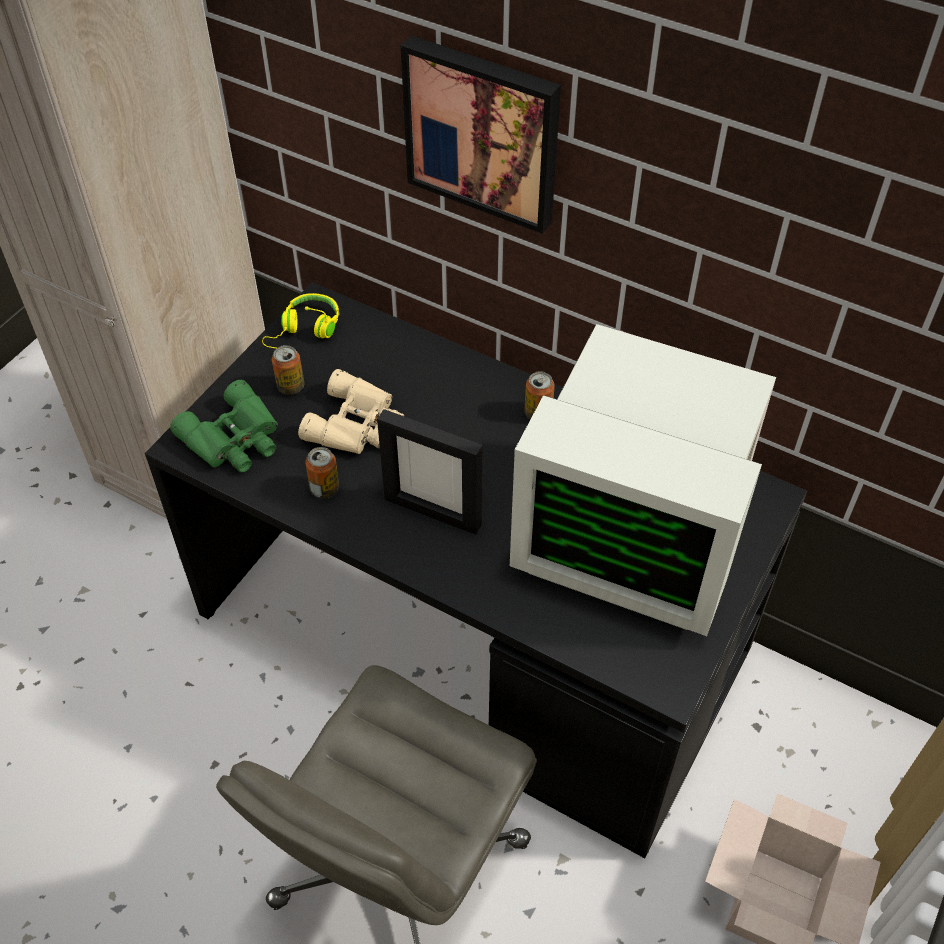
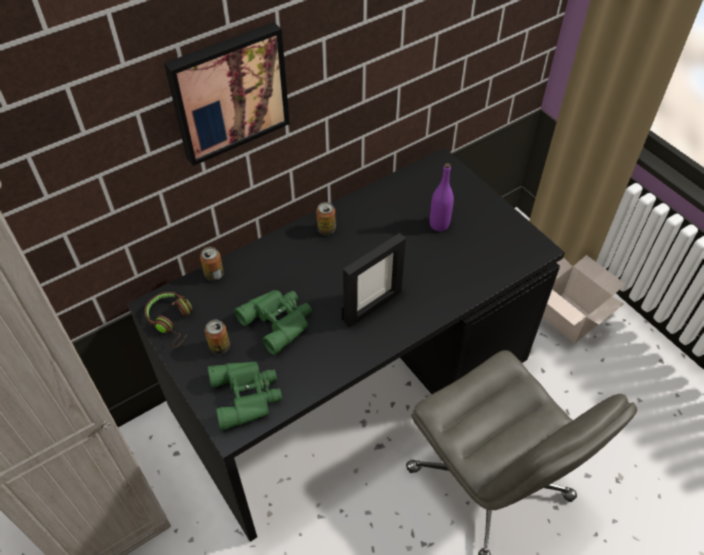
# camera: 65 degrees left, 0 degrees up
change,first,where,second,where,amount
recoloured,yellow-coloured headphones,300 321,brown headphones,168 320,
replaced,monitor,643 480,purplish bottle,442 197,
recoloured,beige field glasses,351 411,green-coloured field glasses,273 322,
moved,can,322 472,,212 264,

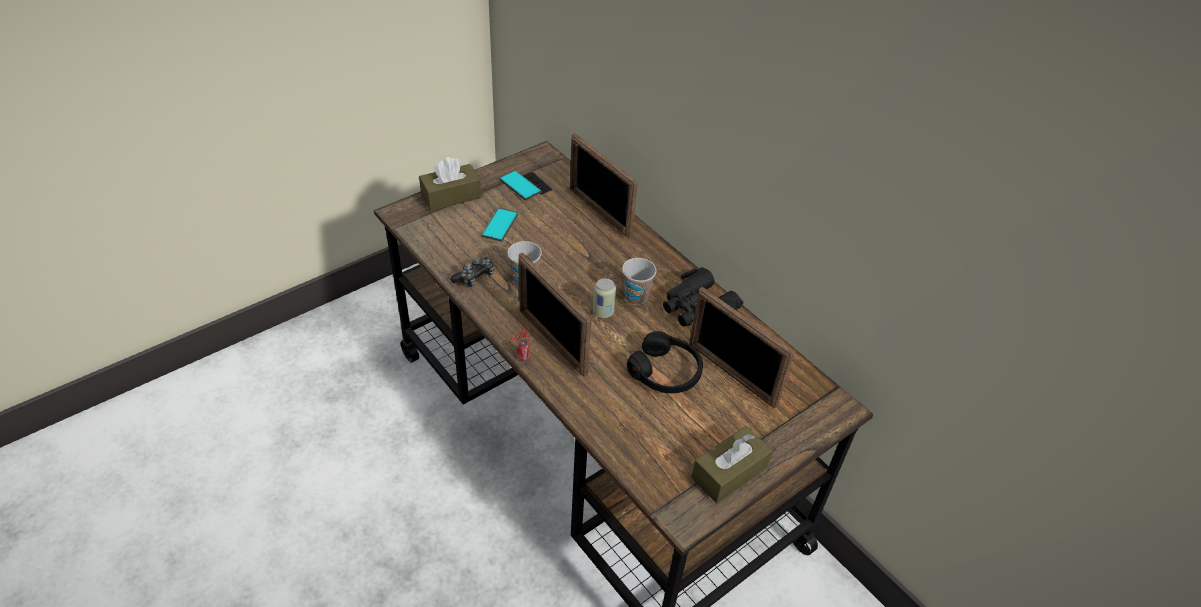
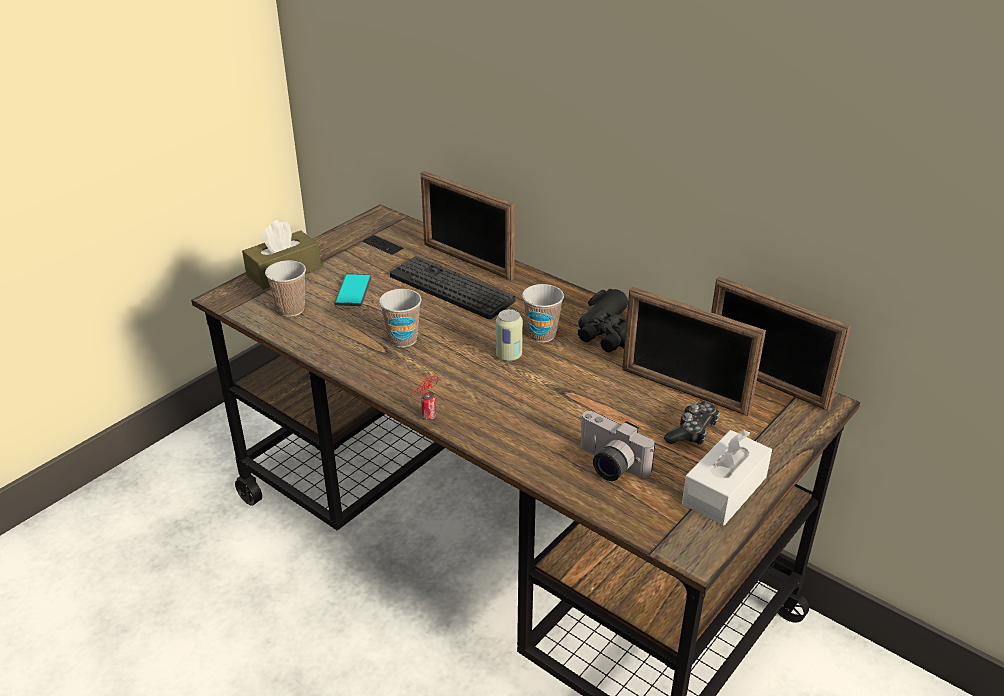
# camera: 10 degrees left, 10 degrees down
change,first,where,second,where,amount
removed,phone,520 185,,,
moved,standing frame,554 315,,781 344,
moved,game controller,472 272,,692 423,
removed,blackish headphones,665 362,,,
recoloured,brown tissue box,731 464,white-coloured tissue box,727 477,
added,,,keyboard,452 287,
added,,,small cup,285 288,
added,,,still camera,617 446,

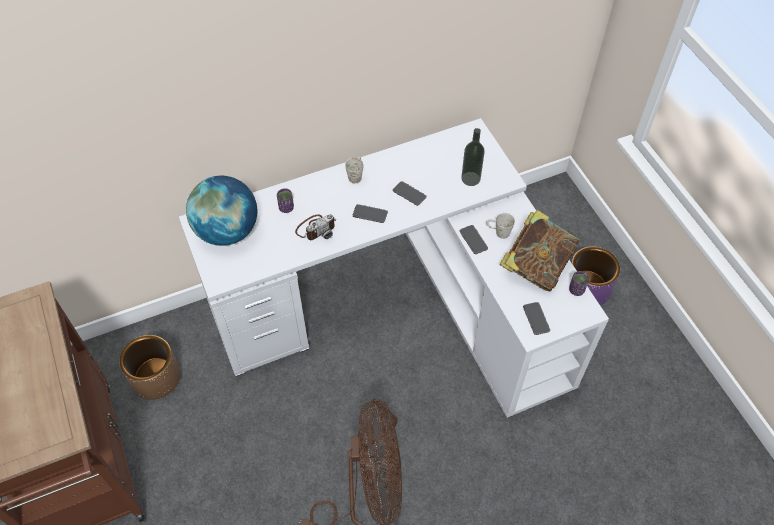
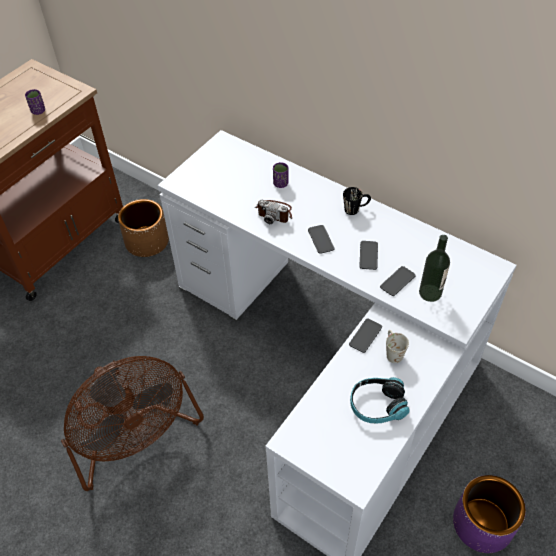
# camera: 60 degrees right, 5 degrees down
change,first,where,second,where,amount
recoloured,white-coloured tea mug,354 170,blackish tea mug,357 201,
removed,desk globe,221 211,,,
replaced,book,539 250,headphones,380 400,
moved,purplish small cup,579 283,,35 102,
moved,phone,536 318,,398 281,

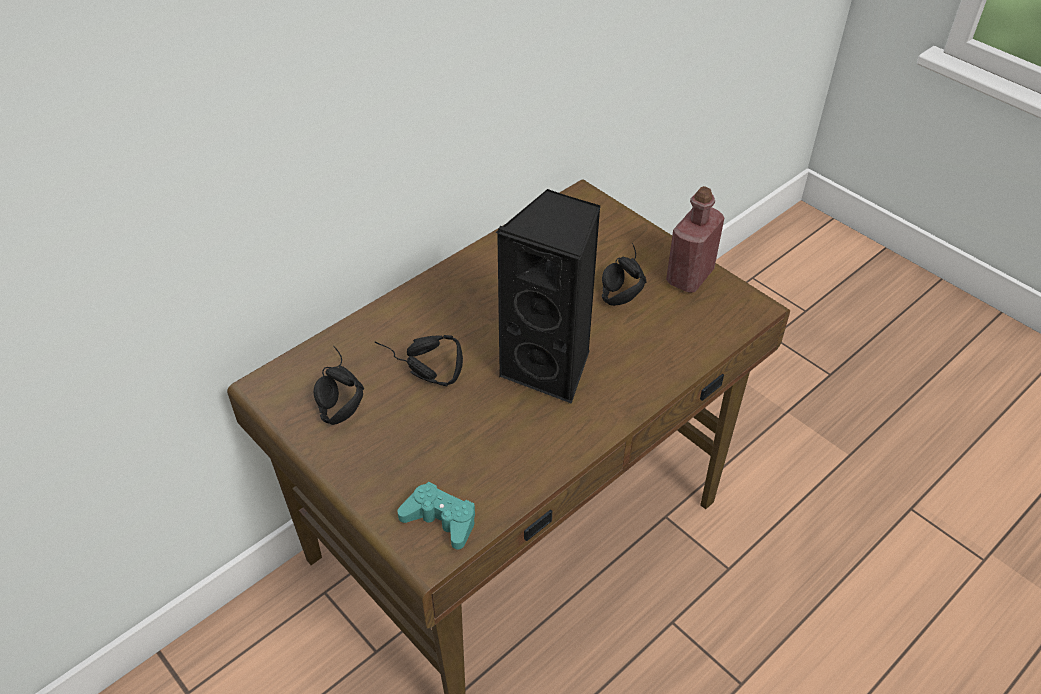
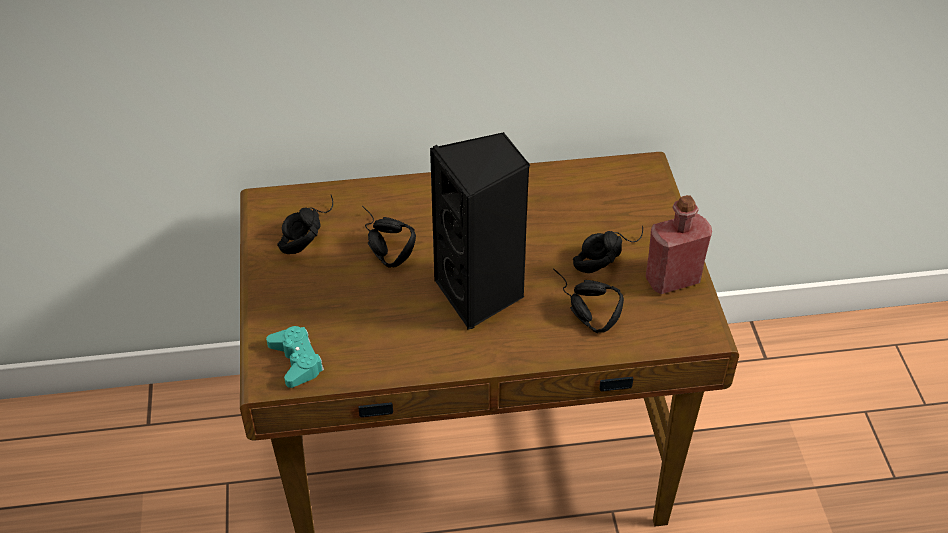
# camera: 35 degrees right, 0 degrees up
change,first,where,second,where,amount
added,,,blackish headphones,588 300,

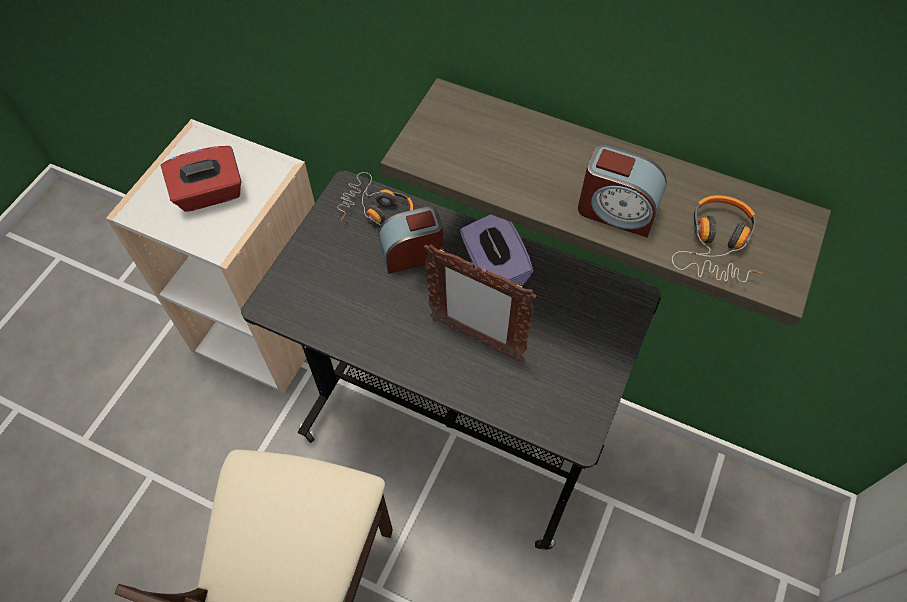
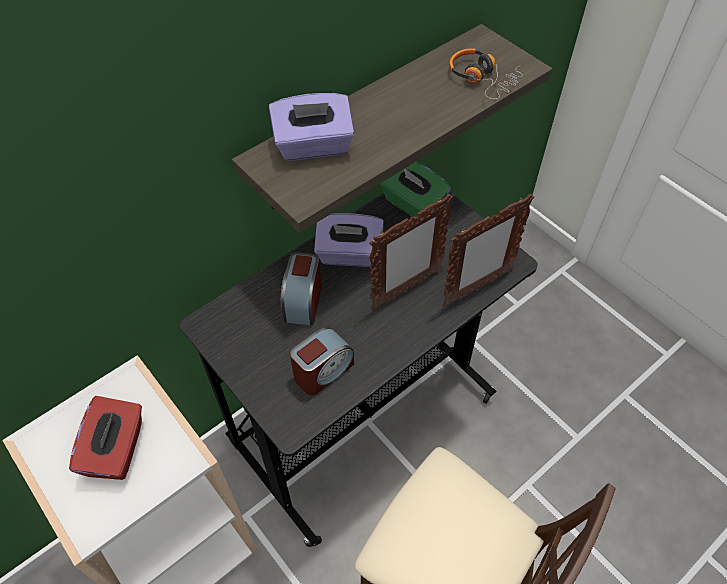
# camera: 65 degrees left, 5 degrees down
change,first,where,second,where,amount
moved,bedside clock,622 190,,322 361,
removed,headphones,375 199,,,
added,,,purplish tissue box,311 127,
added,,,green-coloured tissue box,416 190,
added,,,standing frame,488 250,

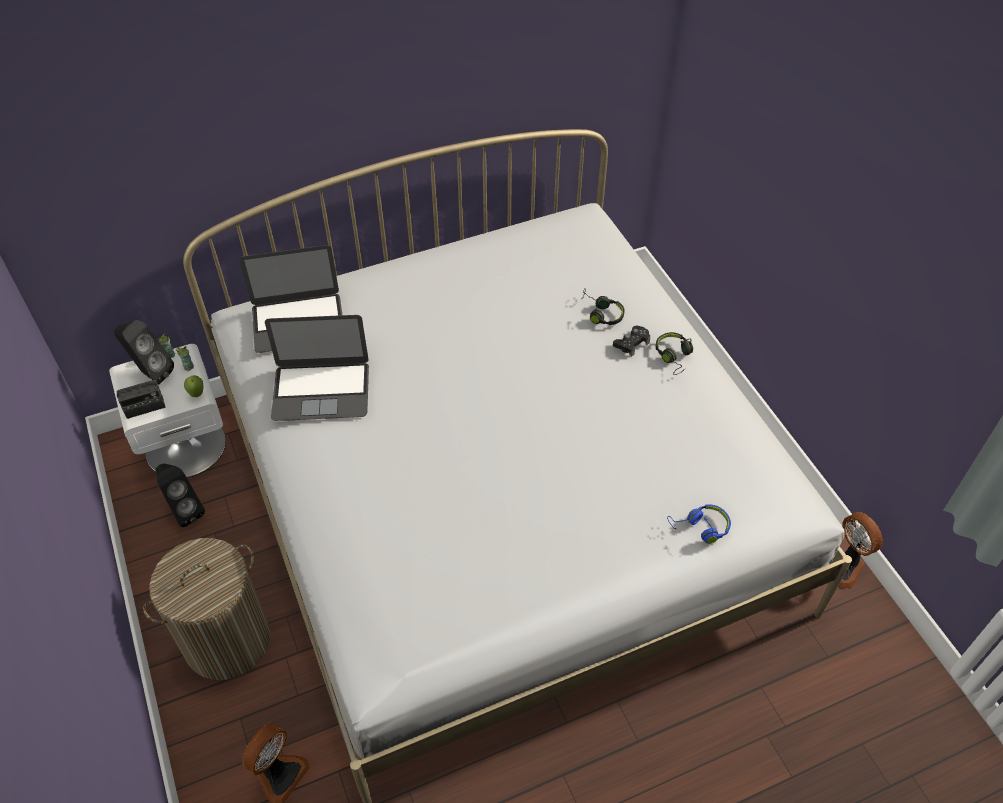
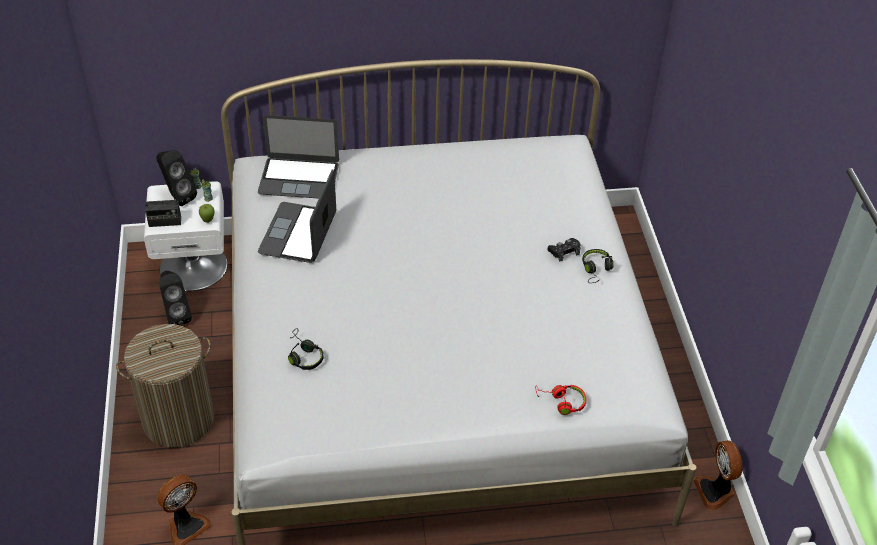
# camera: 15 degrees right, 5 degrees down
change,first,where,second,where,amount
moved,blackish headphones,603 307,,306 349,
turned,notebook computer,317 368,,297 216,90 degrees clockwise
recoloured,blue-coloured headphones,699 524,reddish headphones,560 400,

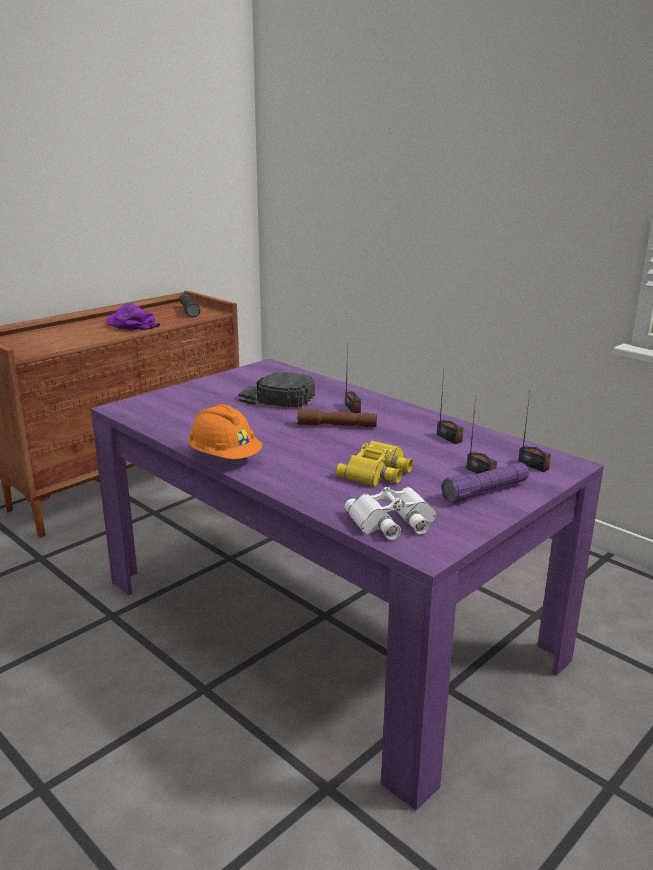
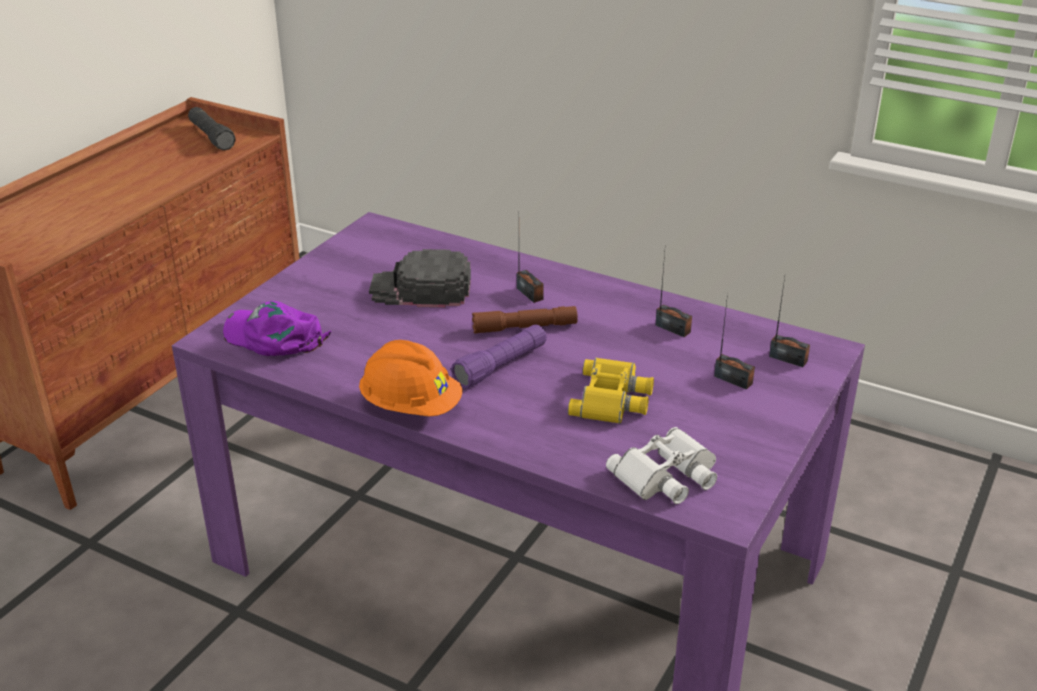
# camera: 15 degrees left, 10 degrees up
change,first,where,second,where,amount
moved,purplish peaked cap,133 316,,277 328,
moved,purplish hand torch,485 482,,499 356,

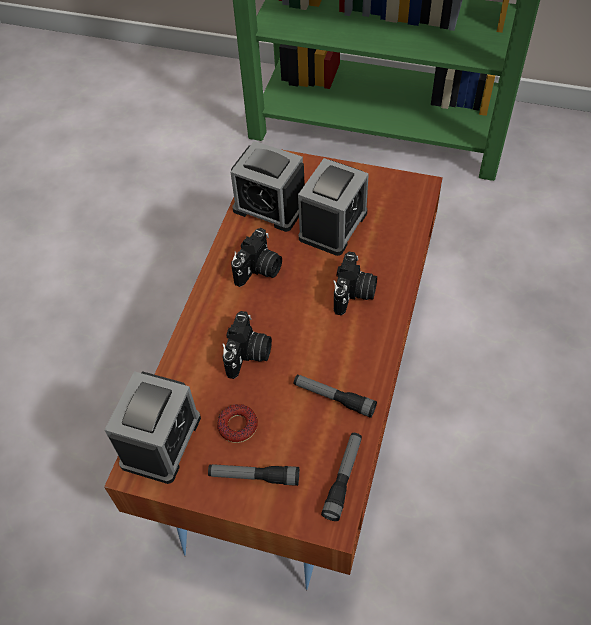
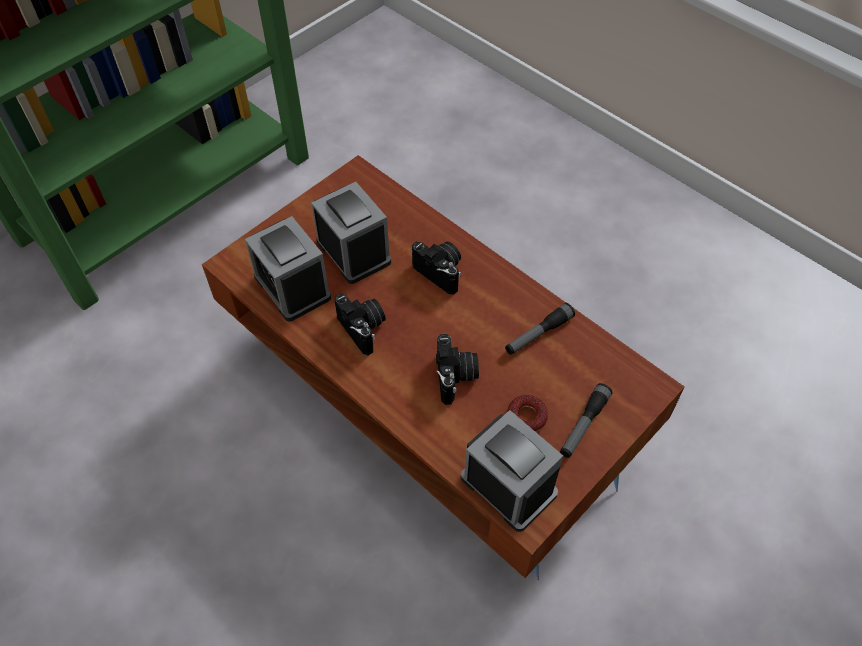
# camera: 65 degrees left, 0 degrees up
change,first,where,second,where,amount
turned,bedside clock,267 186,,288 269,90 degrees clockwise
turned,still camera,247 345,,457 369,45 degrees clockwise
removed,hand torch,341 477,,,

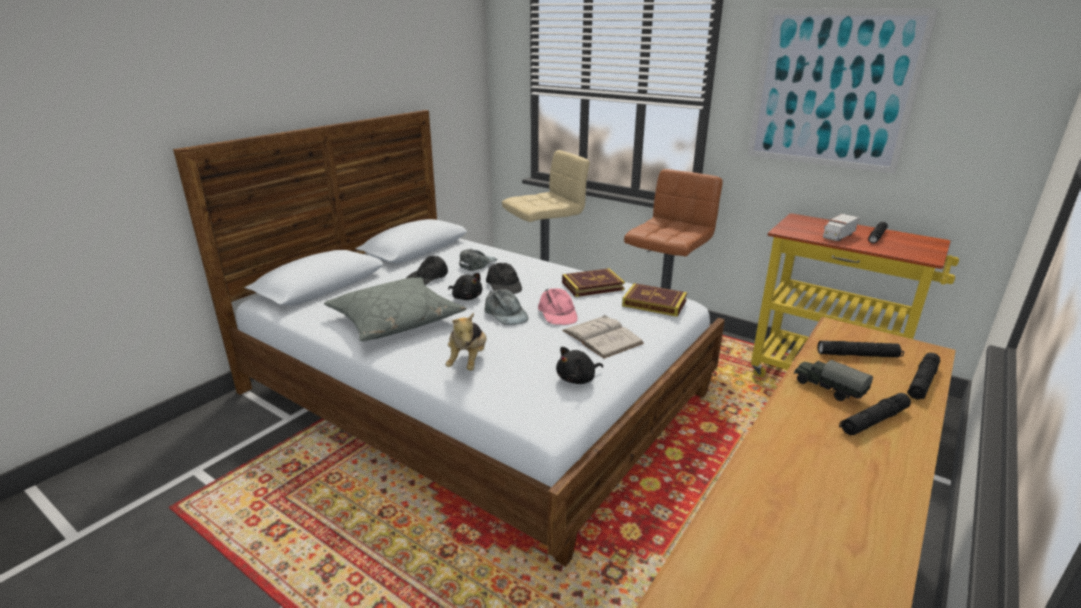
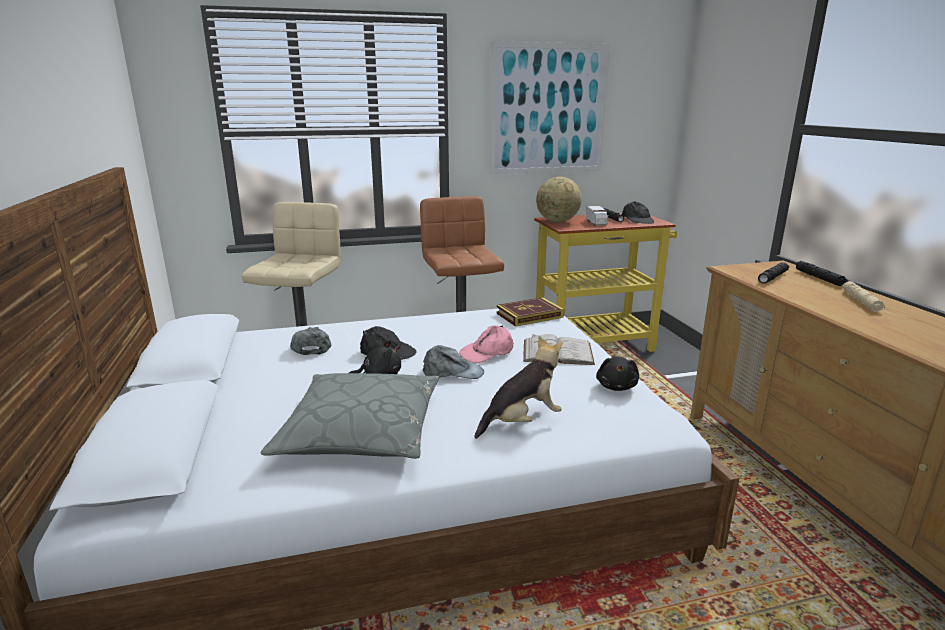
# camera: 50 degrees left, 5 degrees down
change,first,where,second,where,amount
moved,blackish peaked cap,426 270,,638 212,
removed,book,593 282,,,
turned,pink-coloured peaked cap,558 306,,486 344,120 degrees clockwise
turned,soft toy,465 341,,518 387,75 degrees counterclockwise
removed,toy lorry,833 380,,,
recoloured,blackish hand torch,875 414,beige hand torch,864 296,
added,,,desk globe,559 199,

